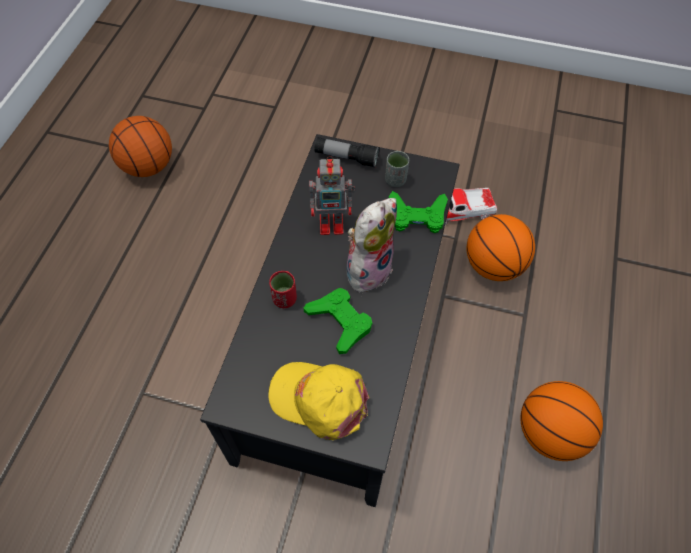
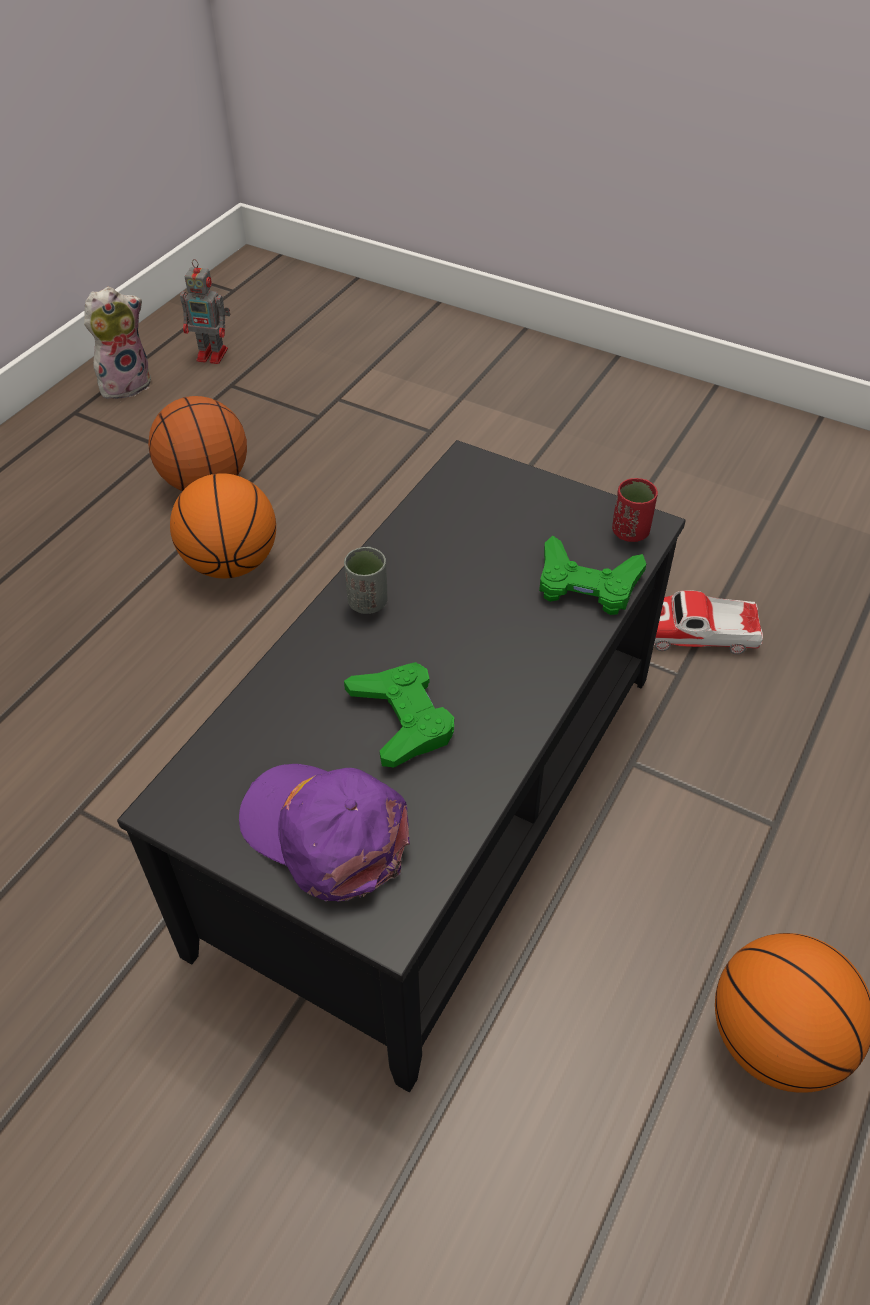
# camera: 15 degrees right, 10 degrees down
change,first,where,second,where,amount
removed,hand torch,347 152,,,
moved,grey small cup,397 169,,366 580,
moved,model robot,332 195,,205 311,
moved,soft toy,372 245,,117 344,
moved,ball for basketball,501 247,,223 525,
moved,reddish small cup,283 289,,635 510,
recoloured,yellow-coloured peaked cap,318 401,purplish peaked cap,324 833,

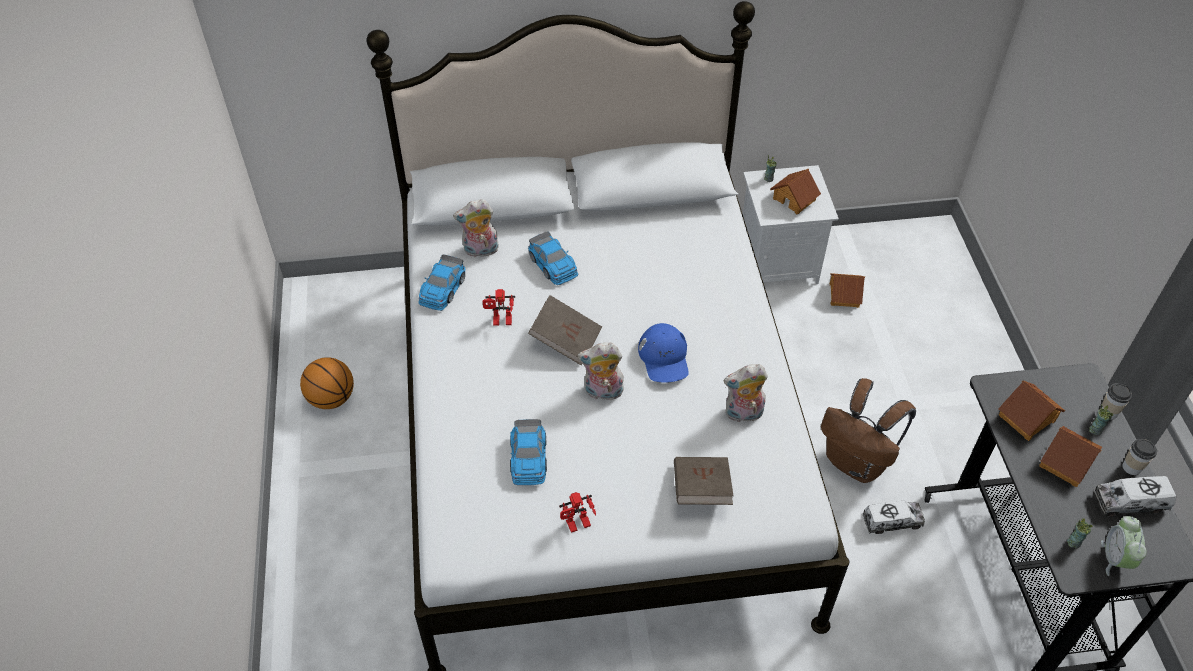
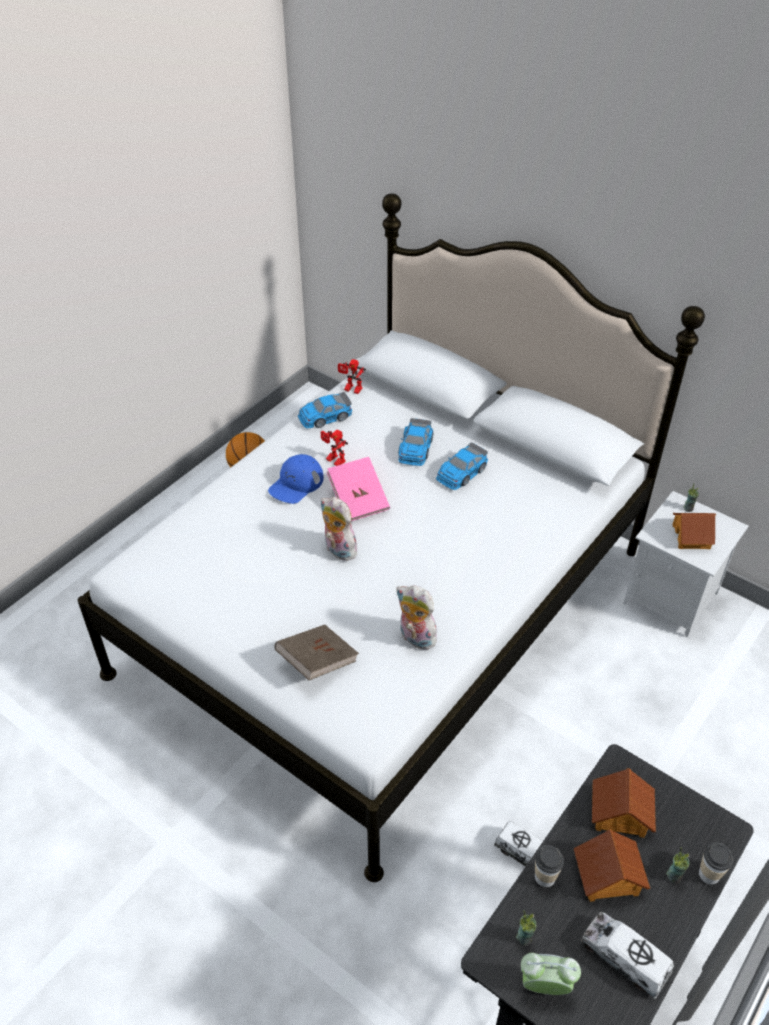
# camera: 45 degrees right, 5 degrees down
change,first,where,second,where,amount
removed,soft toy,476 228,,,
removed,model house,847 290,,,
recoloured,brown book,565 330,pink-coloured book,358 489,
moved,blue-coloured peaked cap,663 353,,296 479,
removed,brown backpack,868 430,,,
moved,miniature car,528 452,,462 466,
moved,small cup,1139 457,,549 866,
moved,model robot,577 512,,352 376,
turned,bedside clock,1124 546,,551 974,45 degrees clockwise

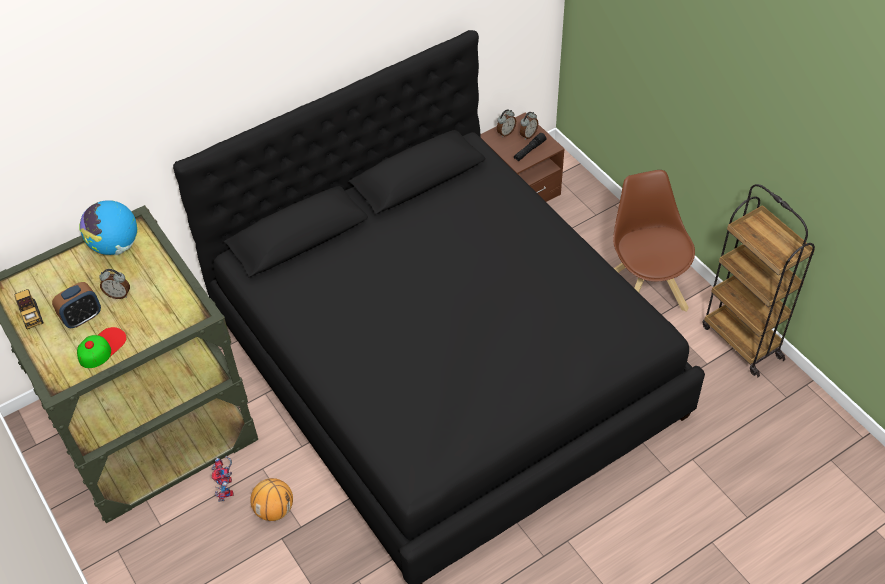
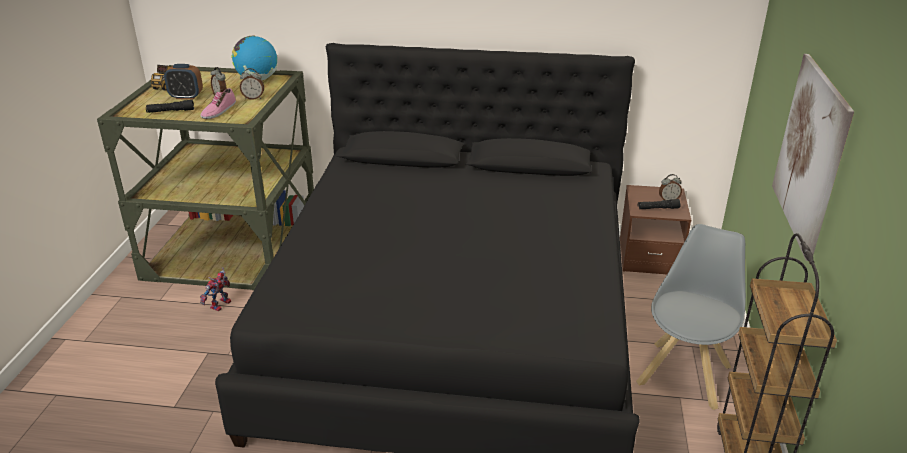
# camera: 40 degrees right, 20 degrees down
change,first,where,second,where,amount
moved,bedside clock,506 123,,252 84,
recoloured,brown upright chair,654 241,grey upright chair,691 317,
replaced,peaked cap,101 347,blackish hand torch,170 106,
removed,ball for basketball,271 499,,,
added,,,picture,813 157,
added,,,shoe,218 103,

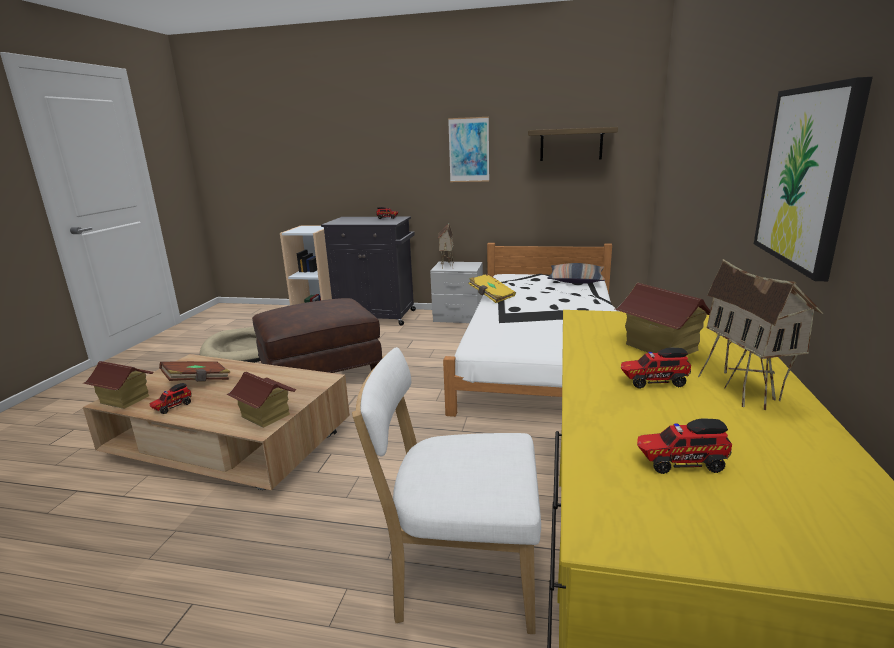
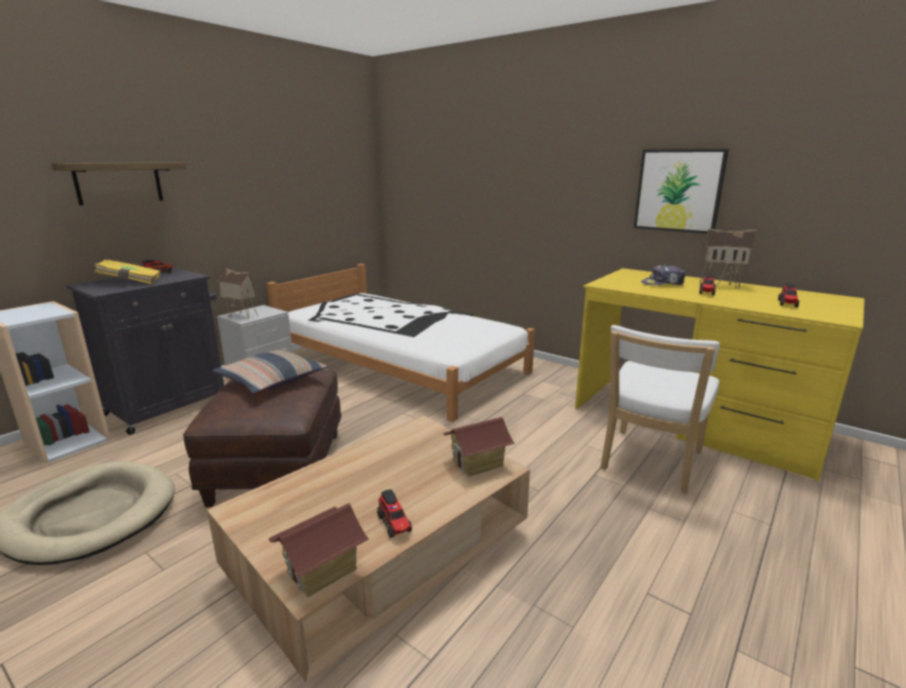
# camera: 65 degrees left, 0 degrees up
change,first,where,second,where,amount
removed,picture,468 149,,,
moved,wall shelf,573 144,,119 183,
moved,cushion,576 273,,270 370,
moved,yellow-coloured book,492 288,,127 271,
replaced,model house,662 318,peaked cap,663 275,
removed,brown book,194 371,,,

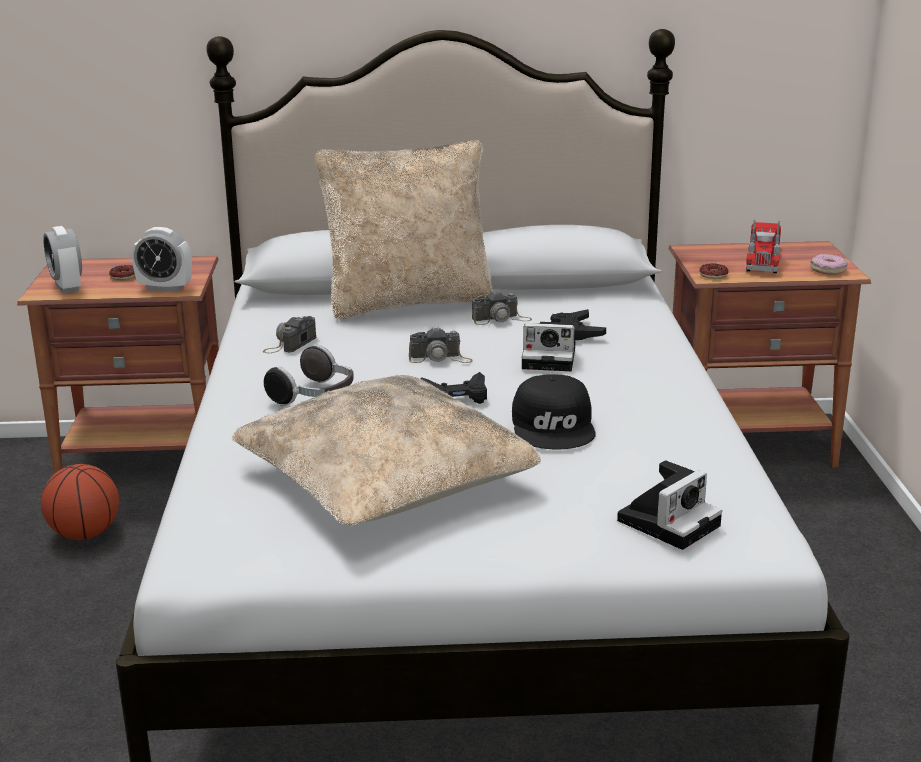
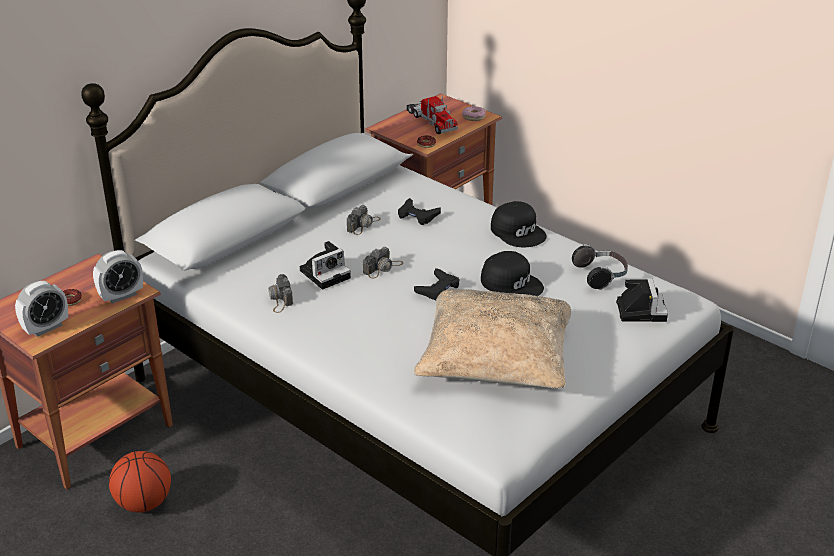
# camera: 45 degrees left, 10 degrees up
change,first,where,second,where,amount
removed,beige cushion,404 229,,,
turned,bedside clock,62 259,,41 309,60 degrees counterclockwise
moved,still camera,548 343,,325 265,
moved,headphones,309 375,,600 267,
added,,,blackish peaked cap,519 224,

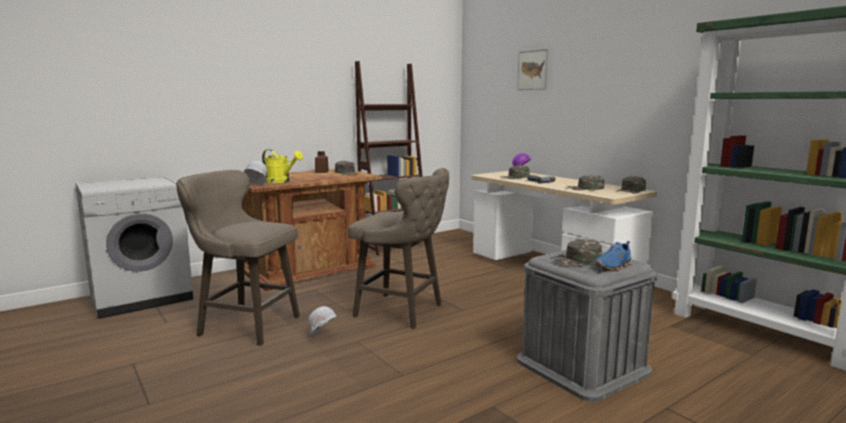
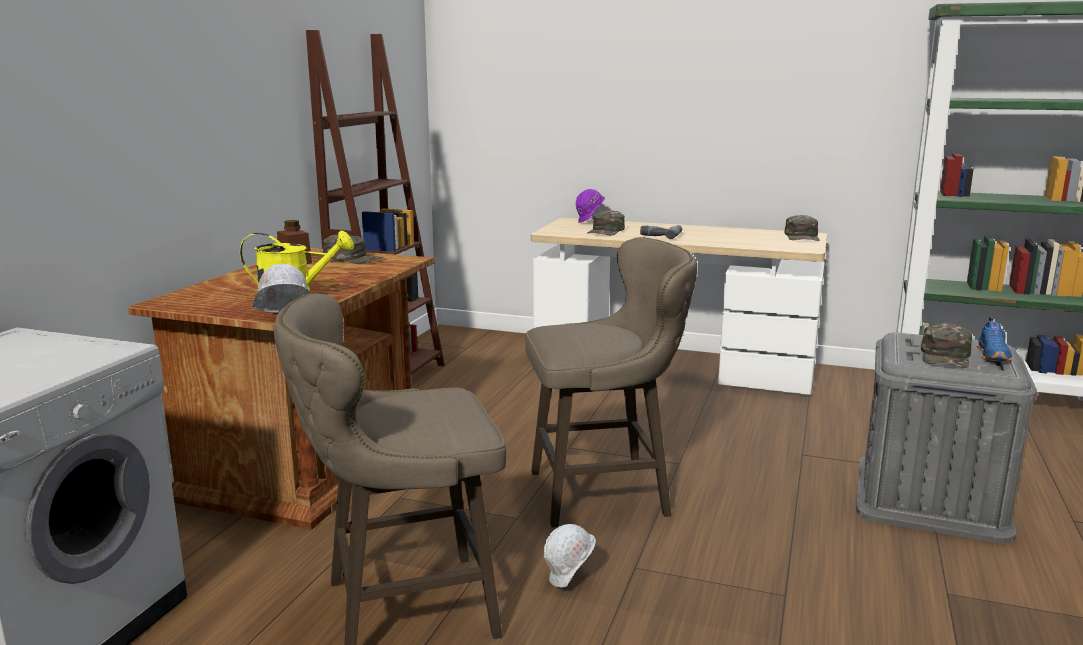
# camera: 35 degrees left, 5 degrees up
change,first,where,second,where,amount
removed,picture,533 69,,,
removed,green-coloured peaked cap,585 182,,,

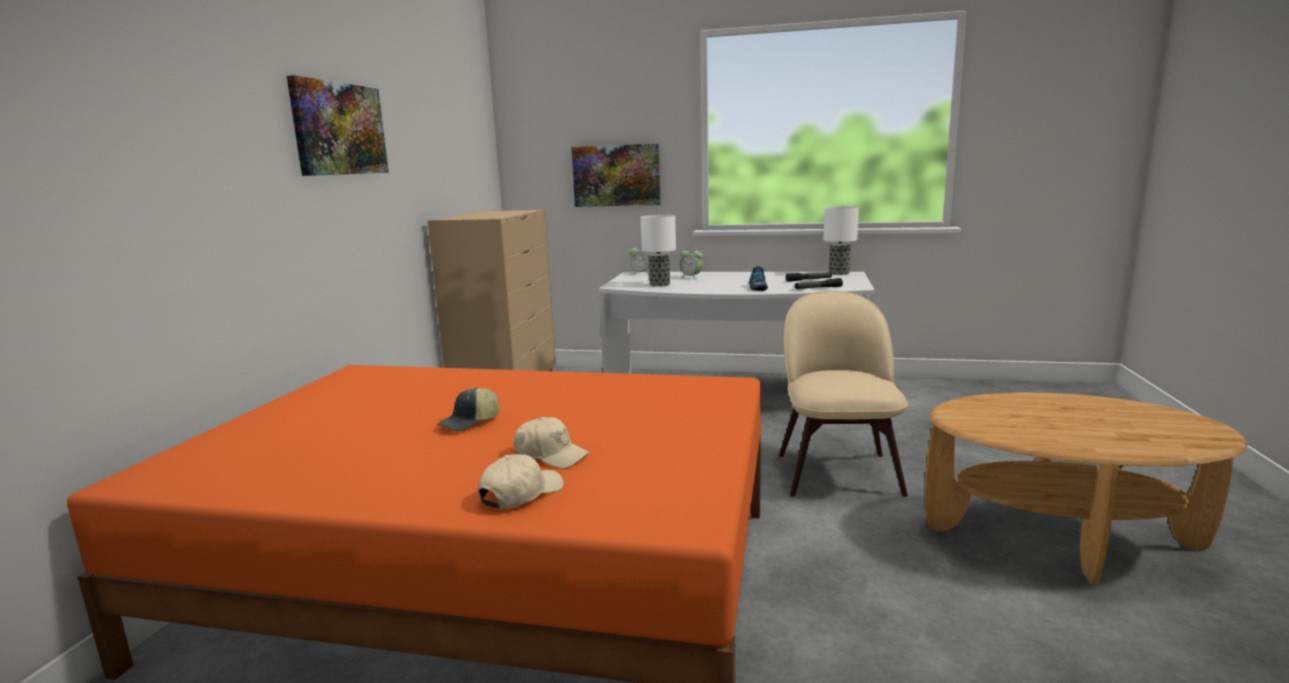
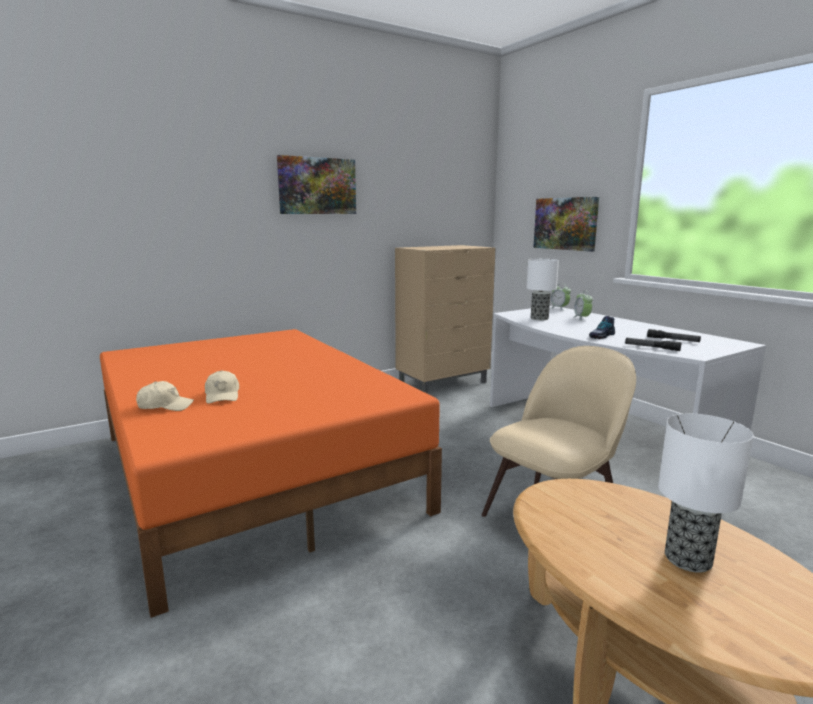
# camera: 45 degrees right, 0 degrees up
change,first,where,second,where,amount
moved,table lamp,841 240,,705 493,
removed,peaked cap,468 409,,,

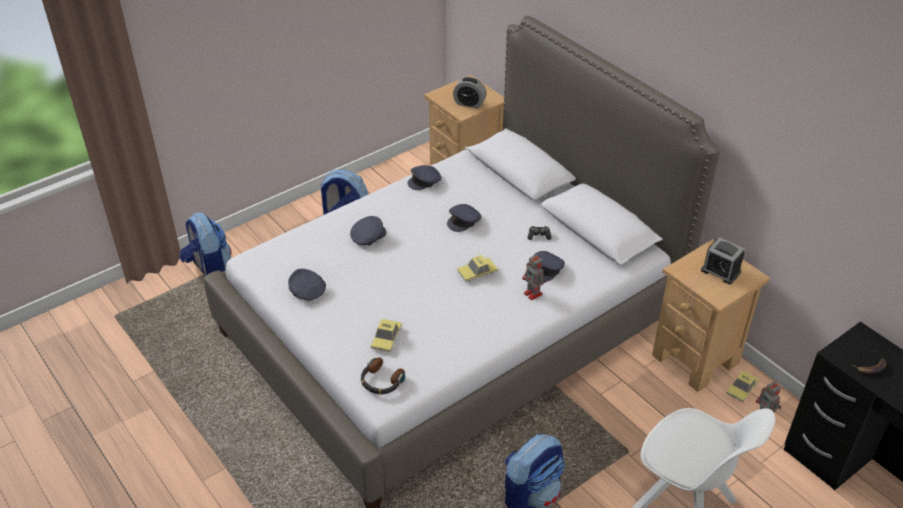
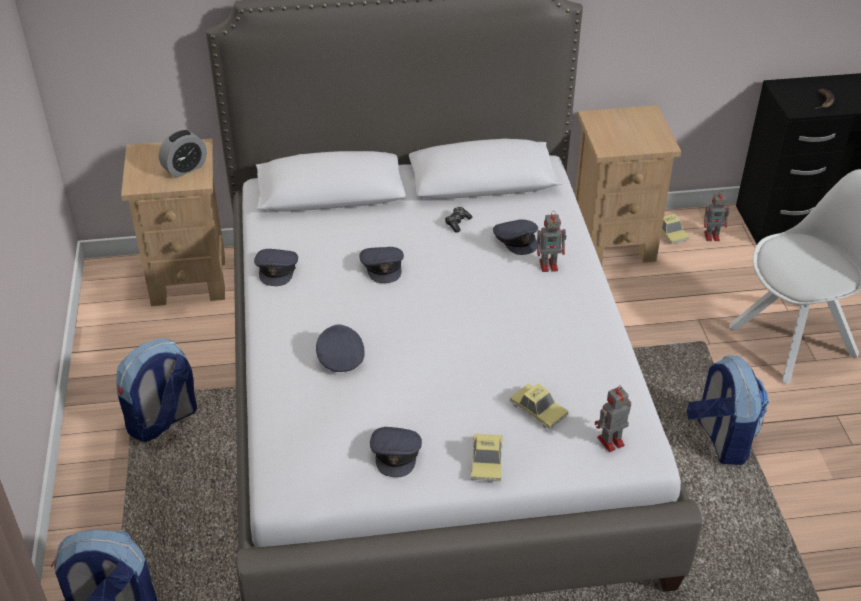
# camera: 60 degrees left, 0 degrees up
change,first,where,second,where,amount
removed,bedside clock,723 260,,,
moved,miniature car,477 268,,487 458,
turned,grey peaked cap,307 285,,396 452,75 degrees counterclockwise
replaced,headphones,383 376,model robot,613 418,

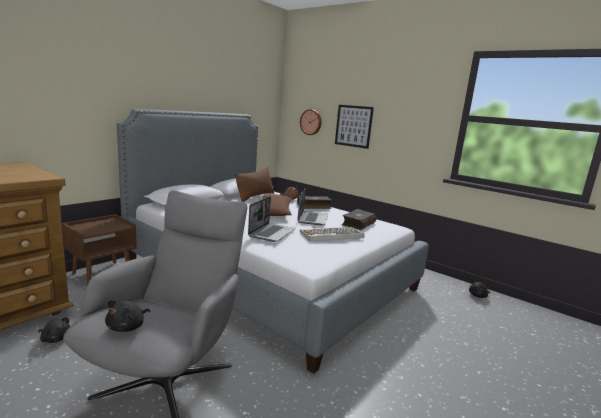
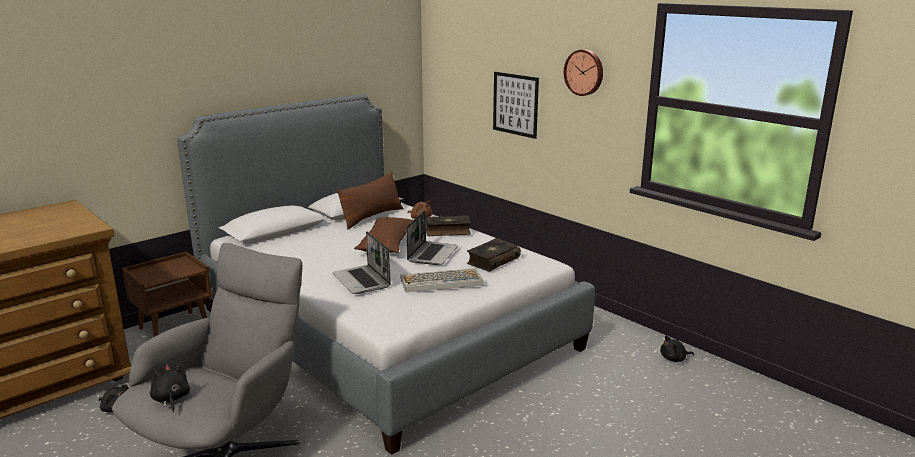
# camera: 10 degrees right, 5 degrees up
change,first,where,second,where,amount
moved,hanging clock,311 122,,583 72,
turned,notebook computer,271 219,,361 262,120 degrees clockwise
turned,blackish soft toy,127 316,,170 388,120 degrees clockwise

